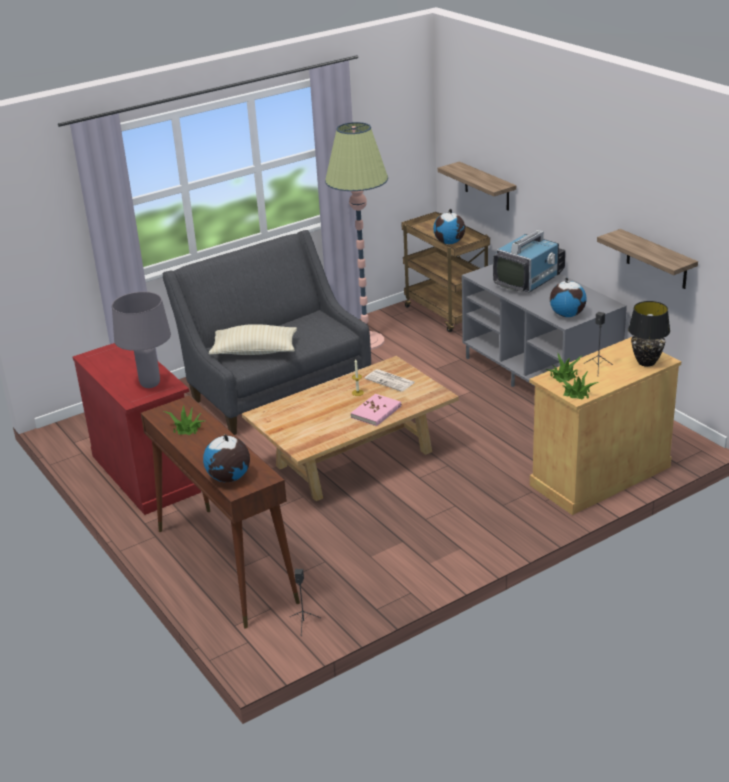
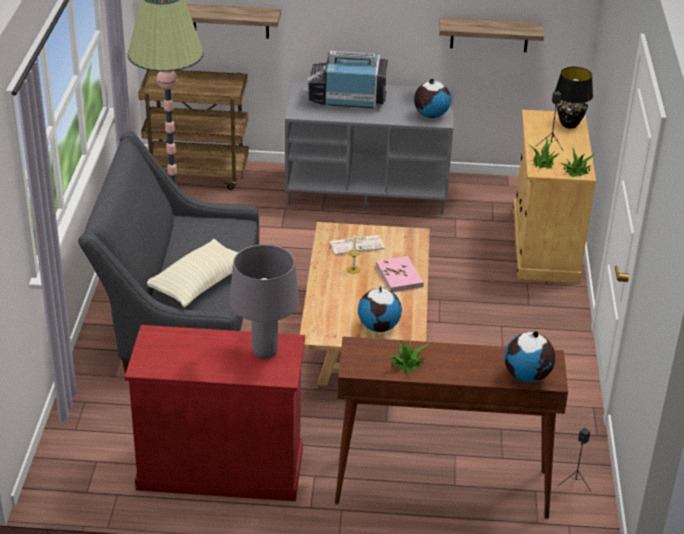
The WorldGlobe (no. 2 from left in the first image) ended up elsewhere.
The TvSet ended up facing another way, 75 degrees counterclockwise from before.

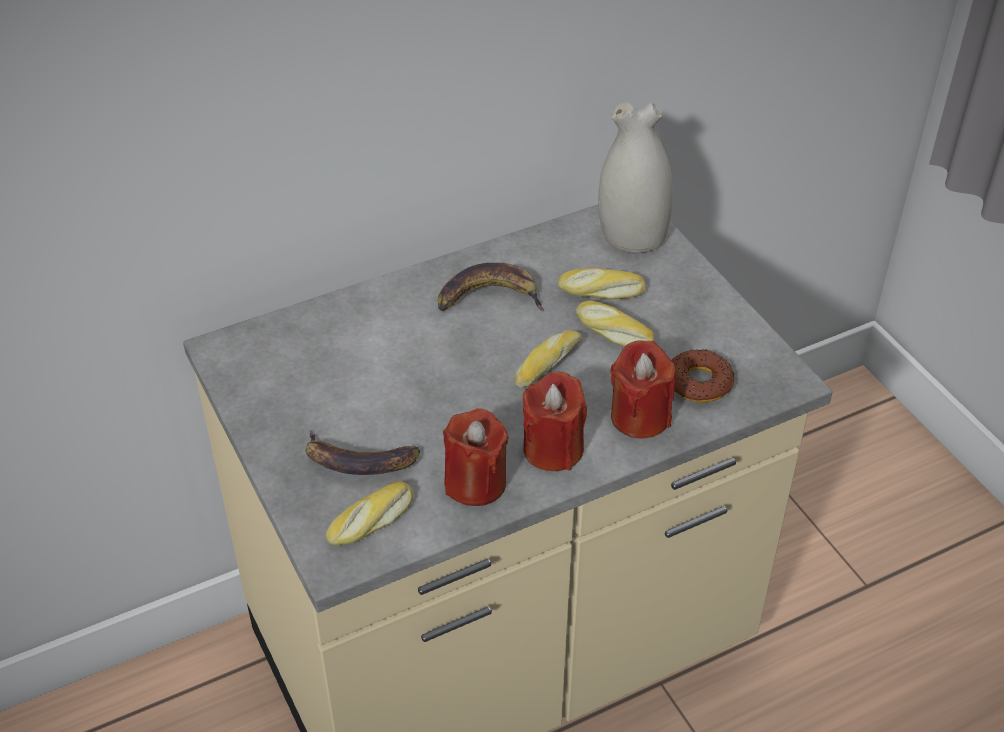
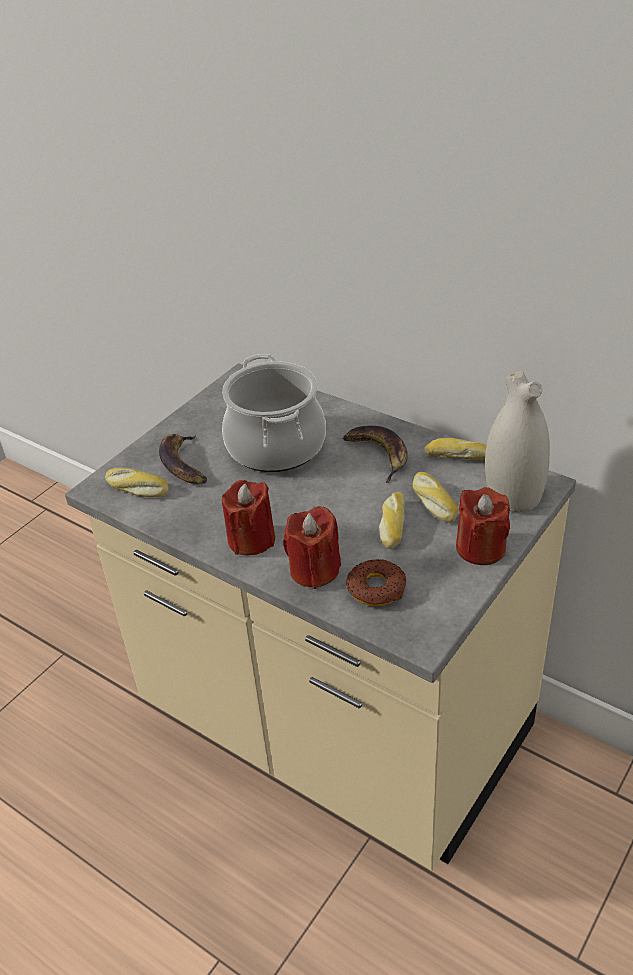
The BakedBread (no. 2 from left in the first image) ended up elsewhere.
The RedColouredCandle (no. 1 from left in the first image) ended up elsewhere.
The second view gained the Saucepot.

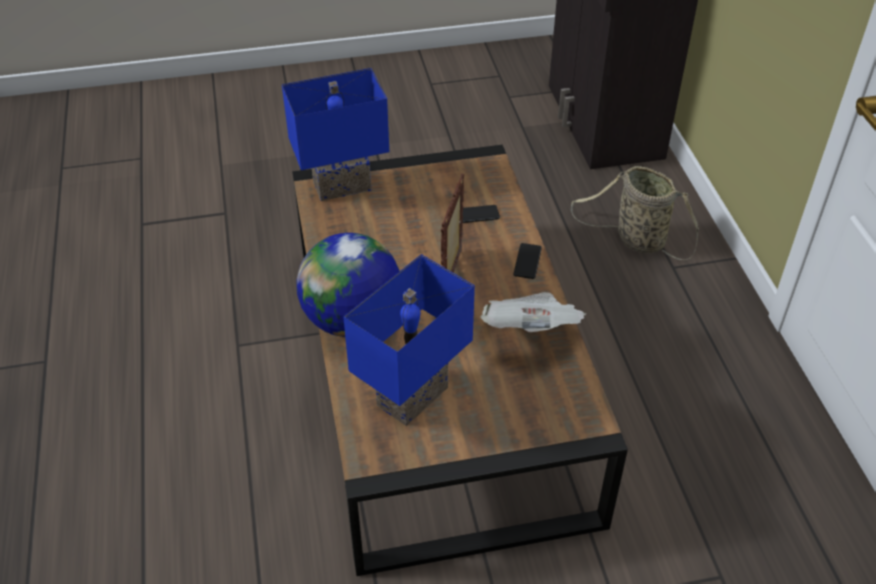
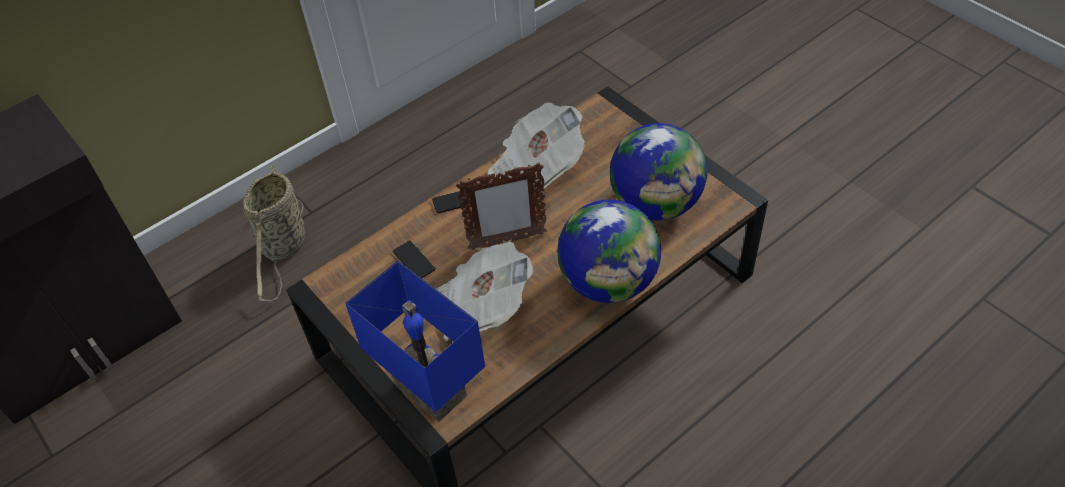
Where the BluishTableLamp (no. 2 from left) stood, the WorldGlobe (no. 2 from left) came to stand.
The second view gained the Newspaper (no. 1 from left).

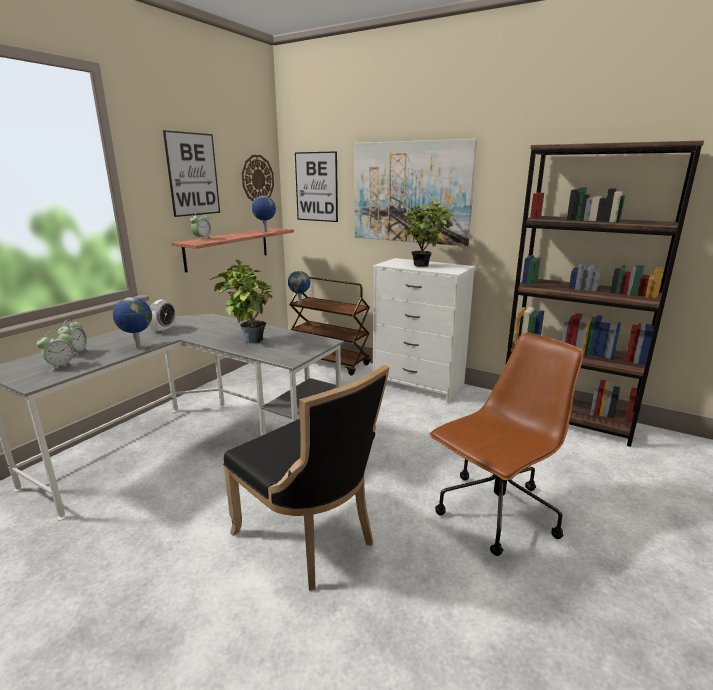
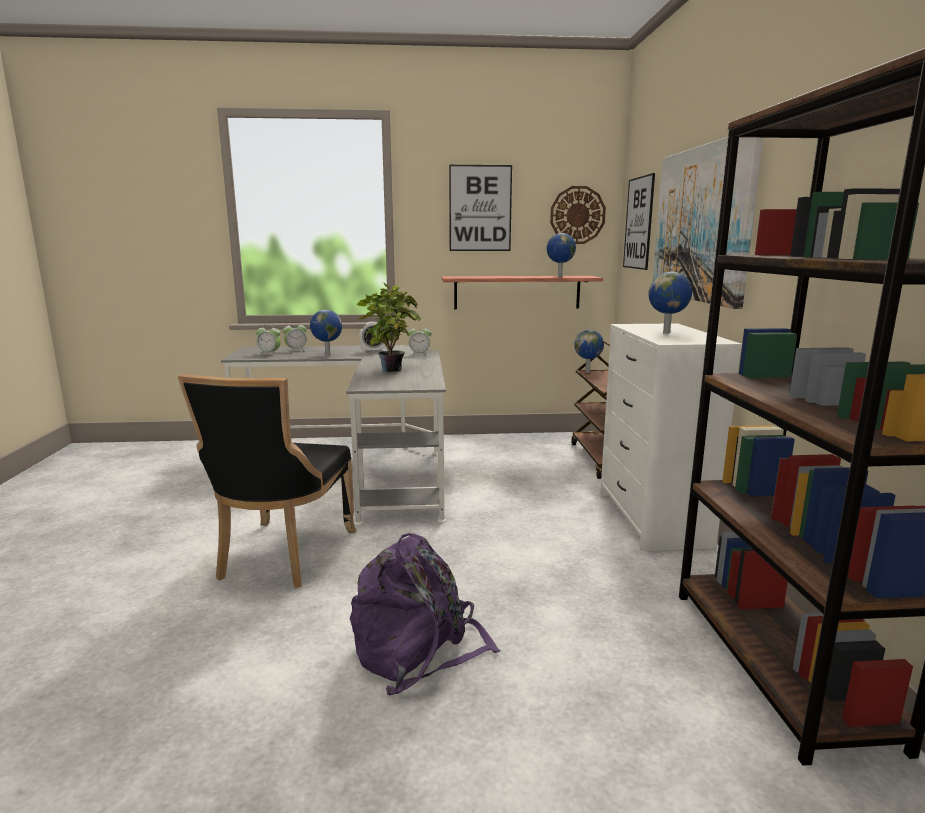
Where the PottedPlant (no. 2 from left) stood, the WorldGlobe (no. 4 from left) came to stand.
The AlarmClock (no. 4 from left) ended up elsewhere.
Where the BrownComputerChair stood, the PurplishBackpack came to stand.

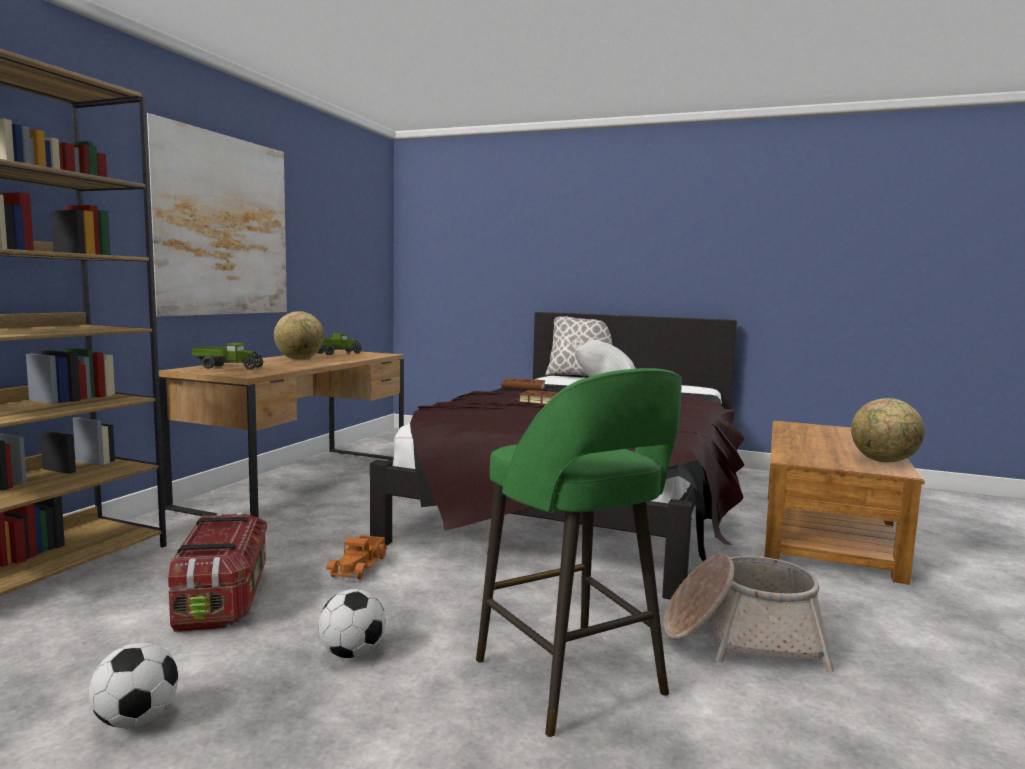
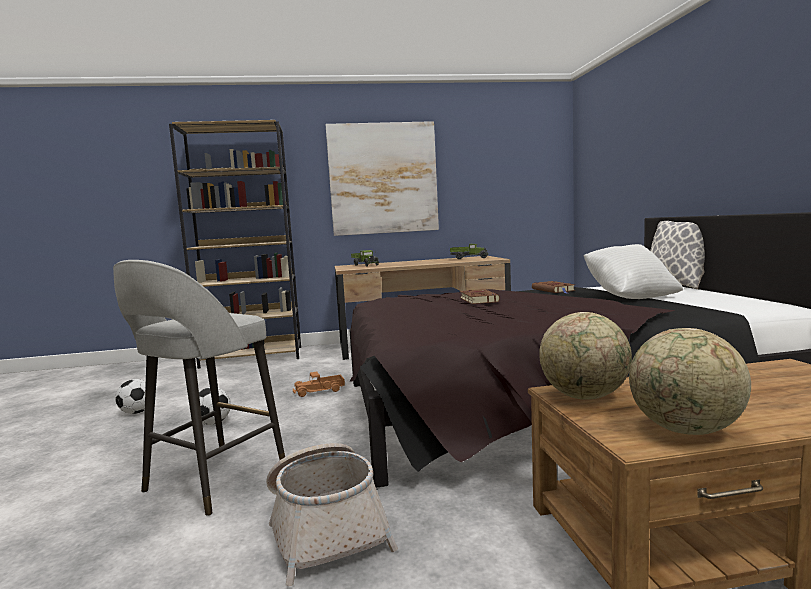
The WorldGlobe (no. 1 from left) ended up elsewhere.
What was the GreenStool turned into the GreyishStool.
The second view lost the StorageContainer.

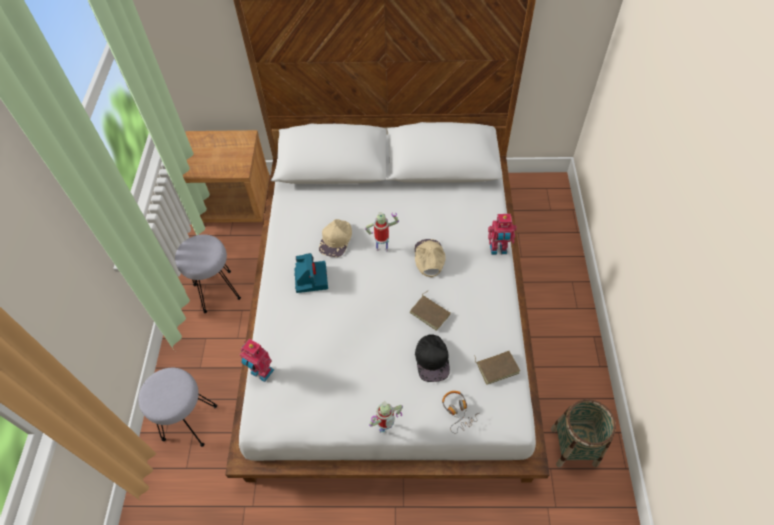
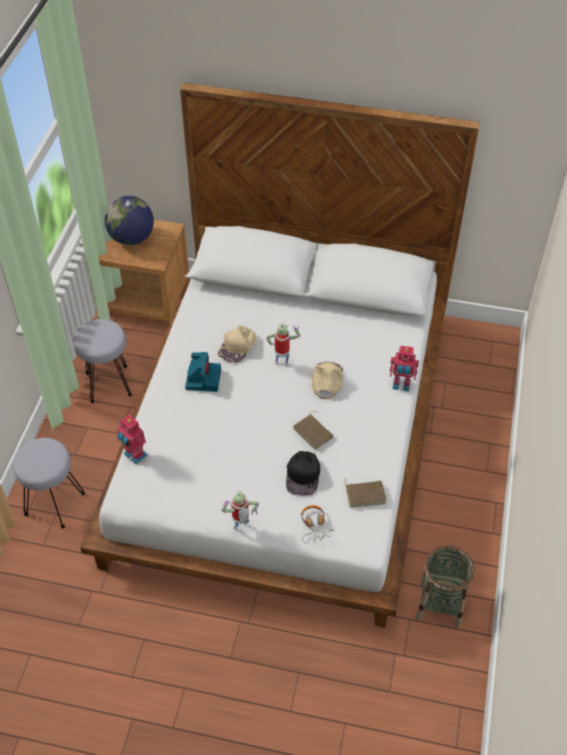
The second view gained the WorldGlobe.

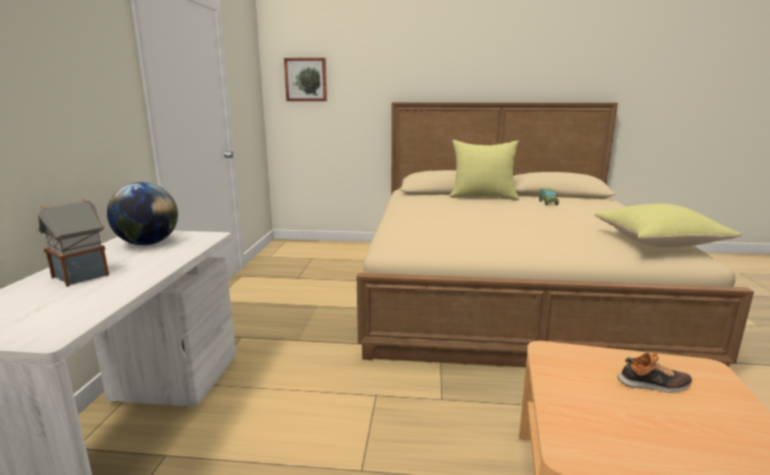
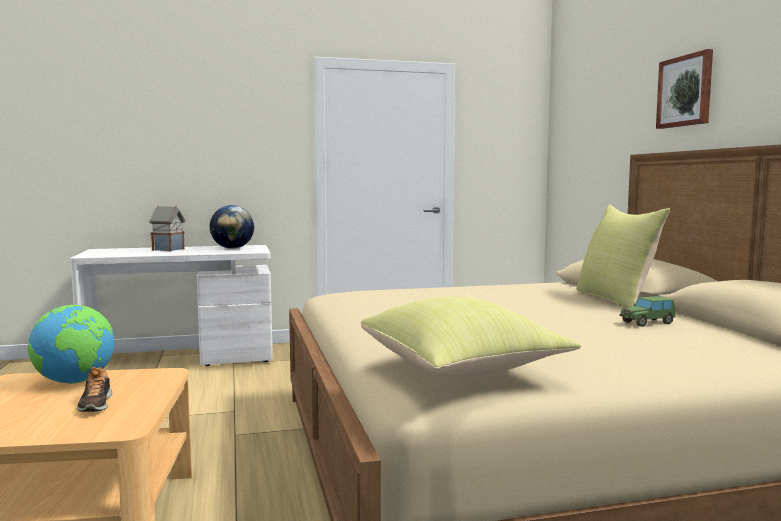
The WallArt ended up elsewhere.
The second view gained the WorldGlobe (no. 1 from left).

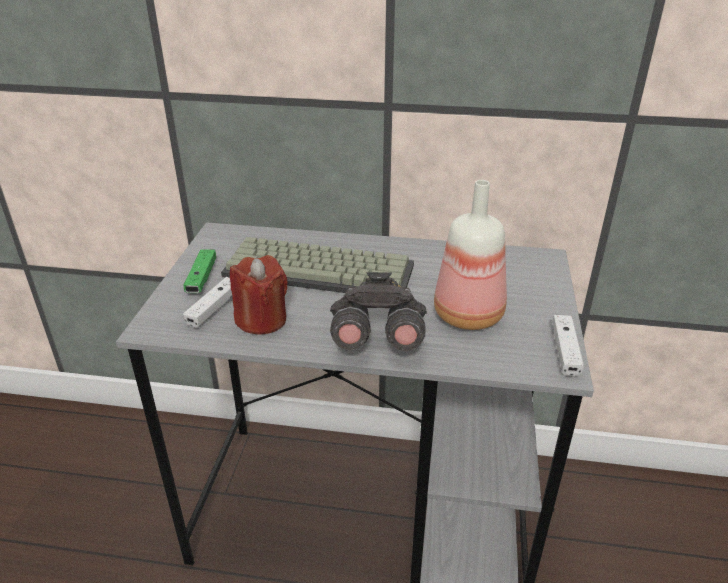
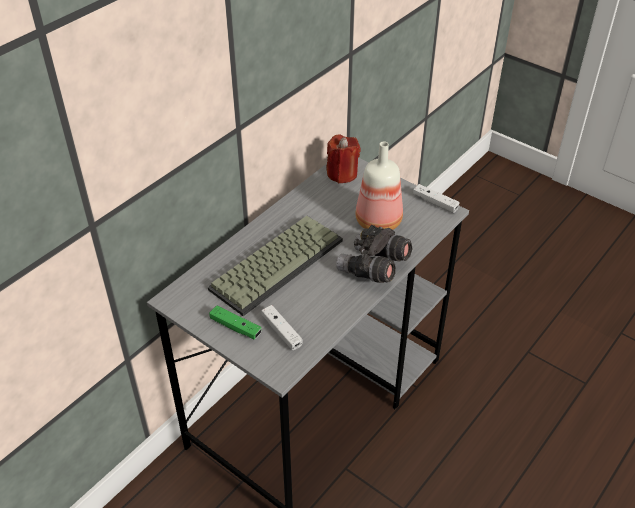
The RedColouredCandle ended up elsewhere.

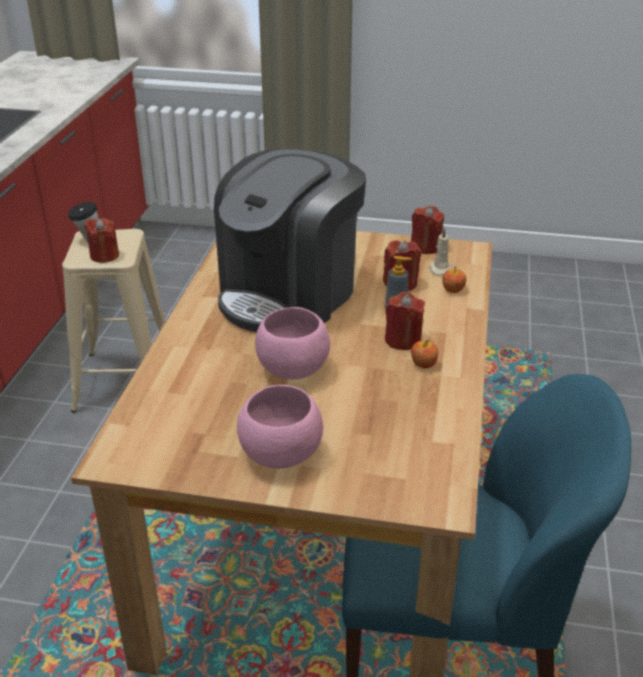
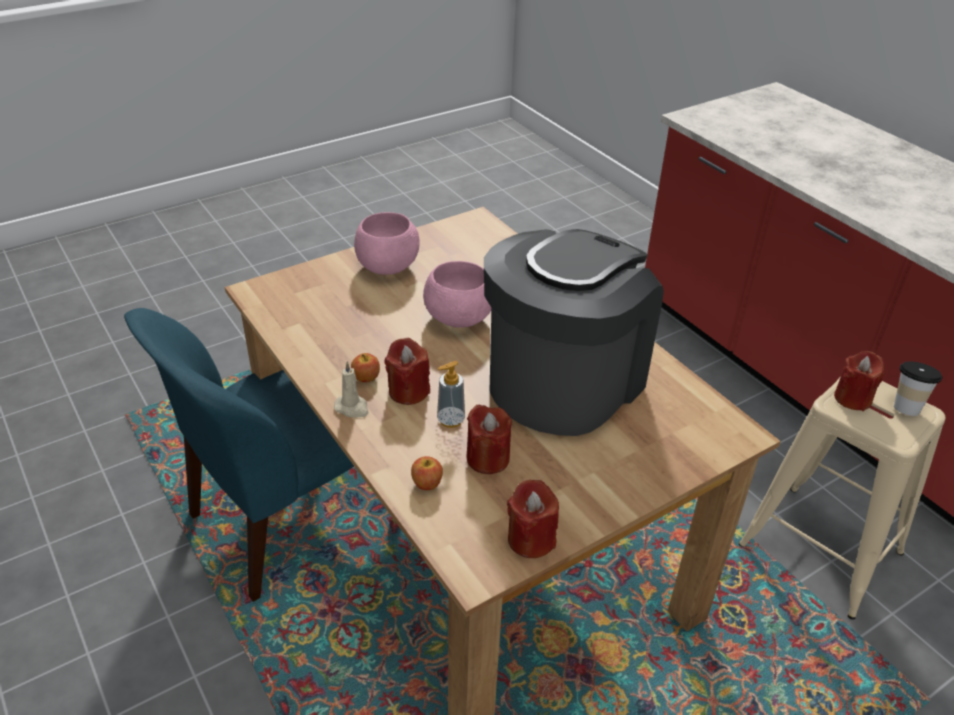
The CoffeeBrewer ended up facing another way, 45 degrees clockwise from before.
The BeigeColouredCandle ended up elsewhere.

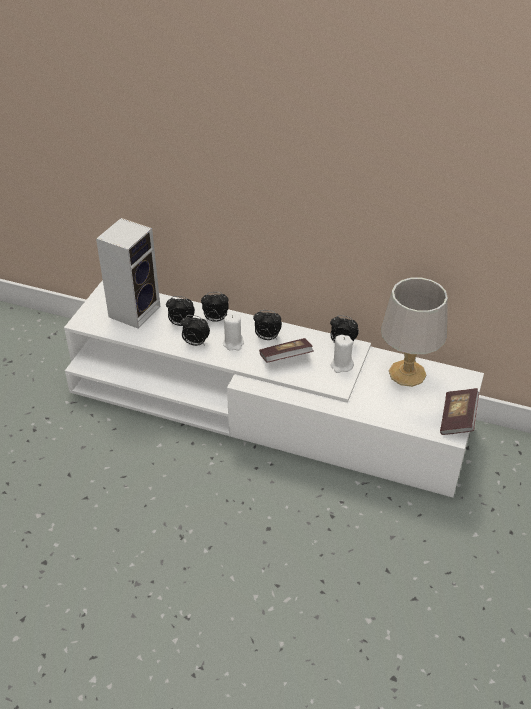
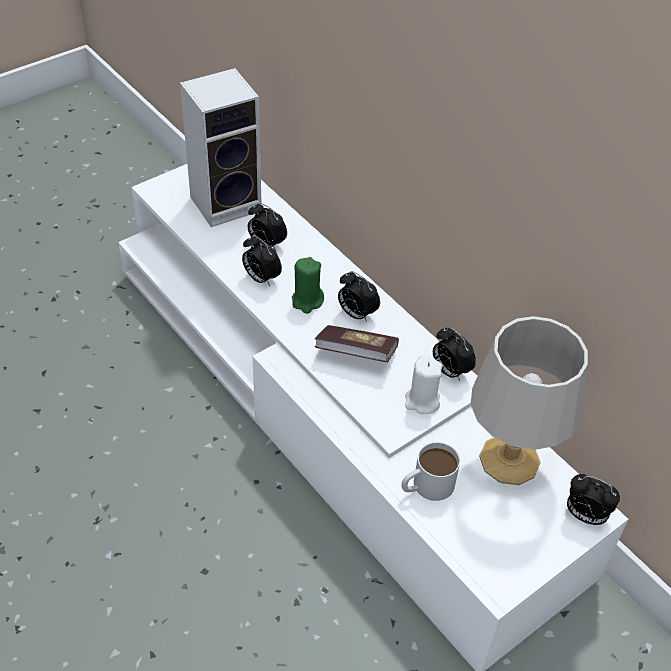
The AlarmClock (no. 3 from left in the first image) ended up elsewhere.
What was the WhiteColouredCandle (no. 1 from left) turned into the GreenCandle.
The second view lost the BoundBook (no. 2 from left).
The second view gained the WhiteColouredTeaMug.

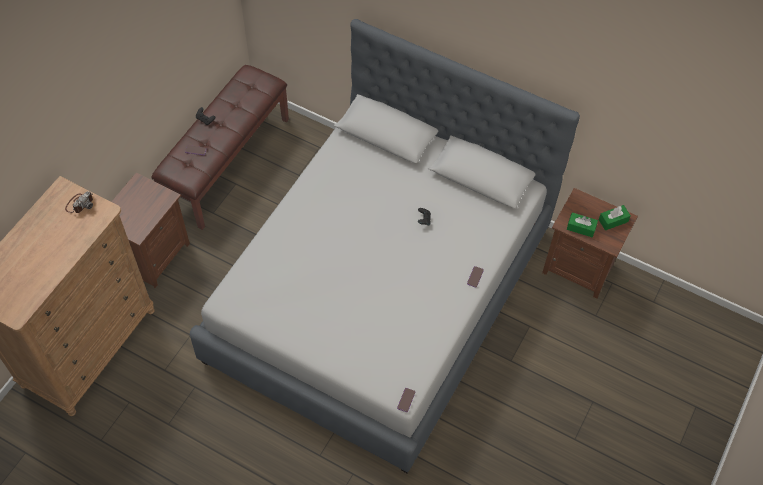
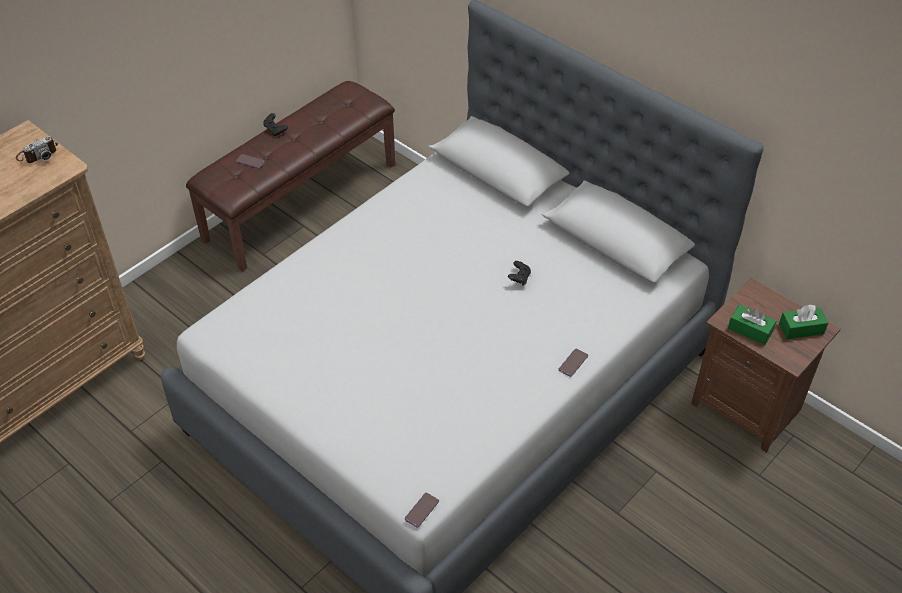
The second view lost the BrownNightstand (no. 1 from left).

